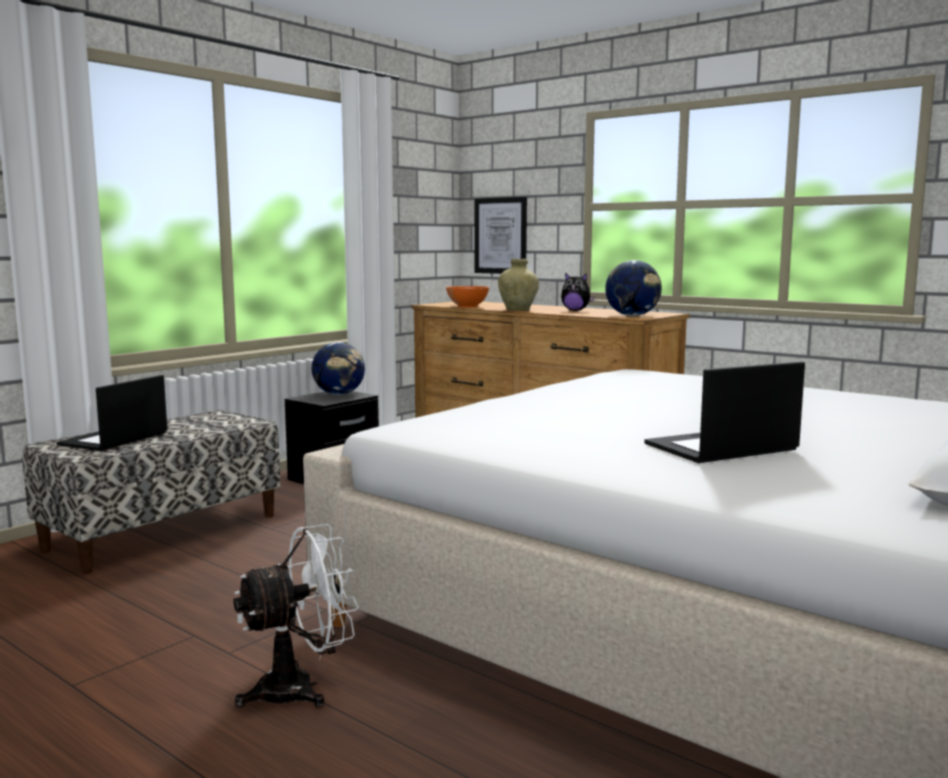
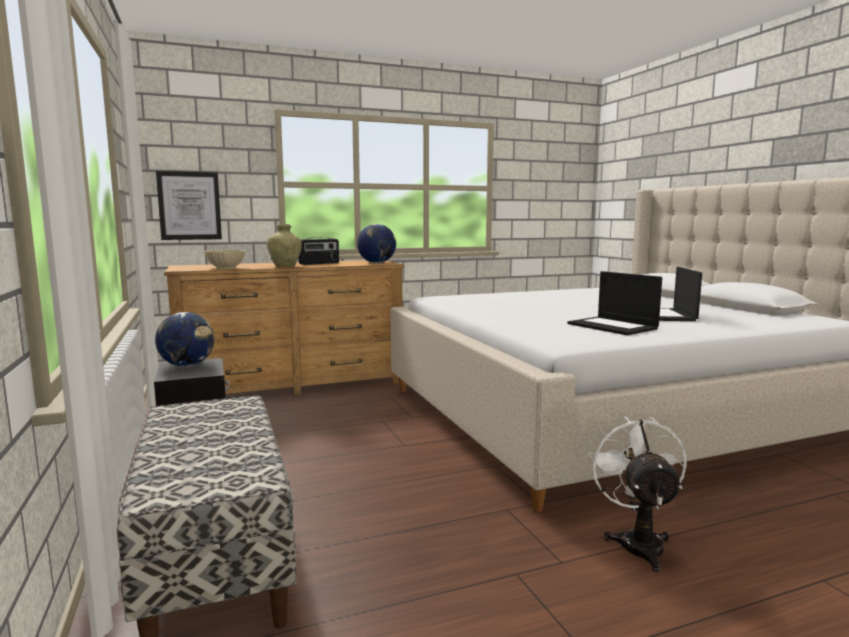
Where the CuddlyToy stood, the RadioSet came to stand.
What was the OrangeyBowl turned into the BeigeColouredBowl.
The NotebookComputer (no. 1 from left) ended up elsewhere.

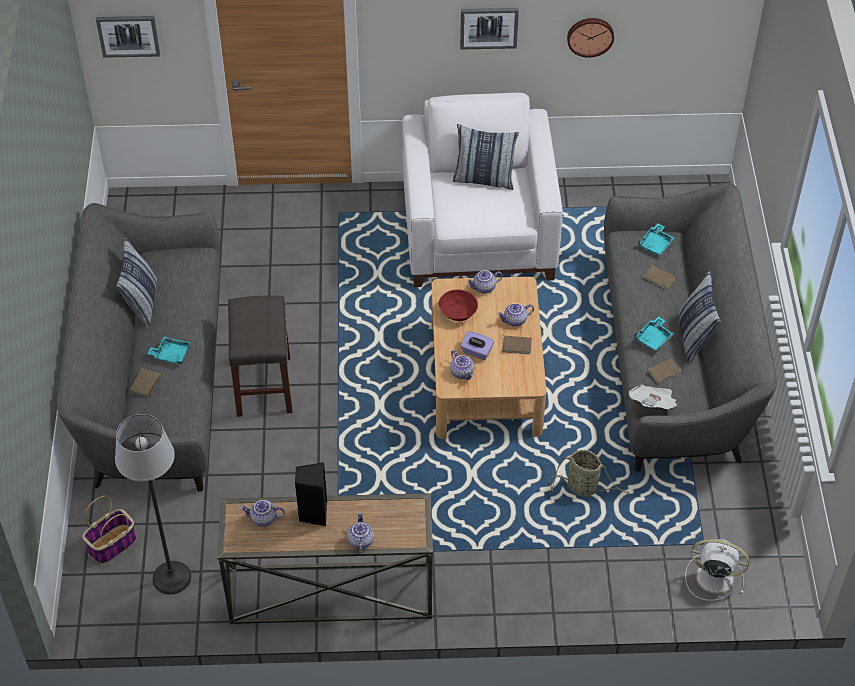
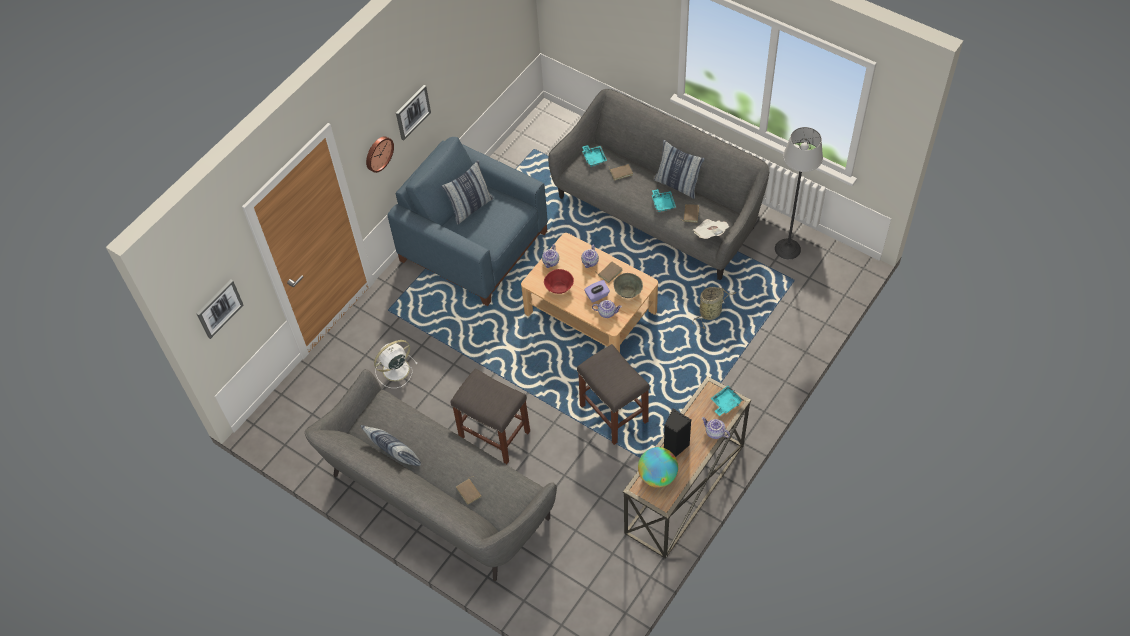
The HangingClock ended up elsewhere.
What was the WhiteColouredEasyChair turned into the BluishEasyChair.
The BlueGreenServingTray (no. 1 from left in the first image) ended up elsewhere.
The FloorLamp ended up elsewhere.
The second view lost the Basket (no. 1 from left).
Where the TeaPot (no. 1 from left) stood, the WorldGlobe came to stand.
The WhiteColouredFan ended up elsewhere.
The second view gained the GreyishBowl.
The second view gained the GreyishStool (no. 2 from left).

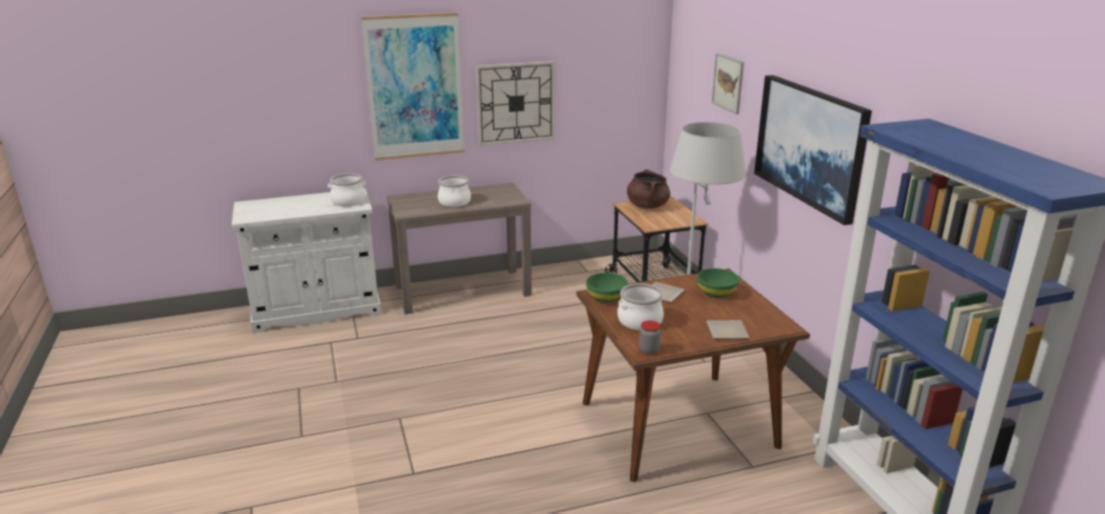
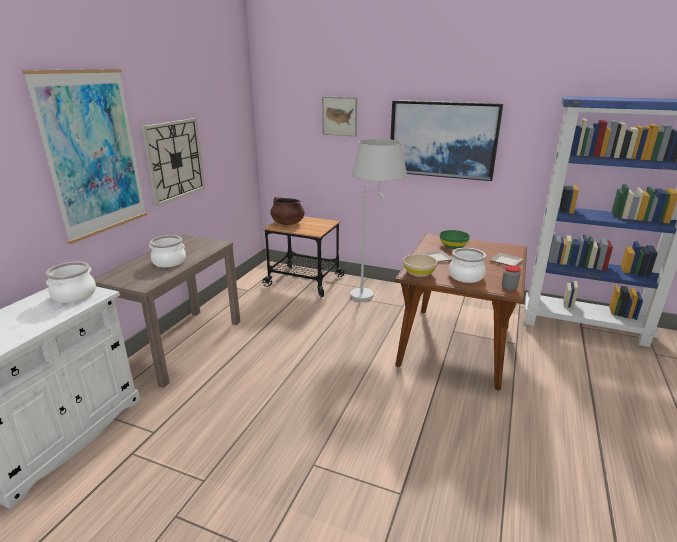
What was the GreenBowl (no. 1 from left) turned into the BeigeColouredBowl.

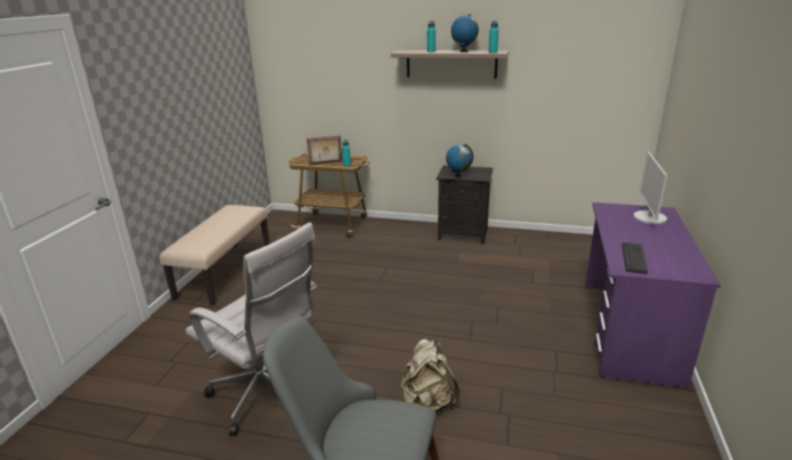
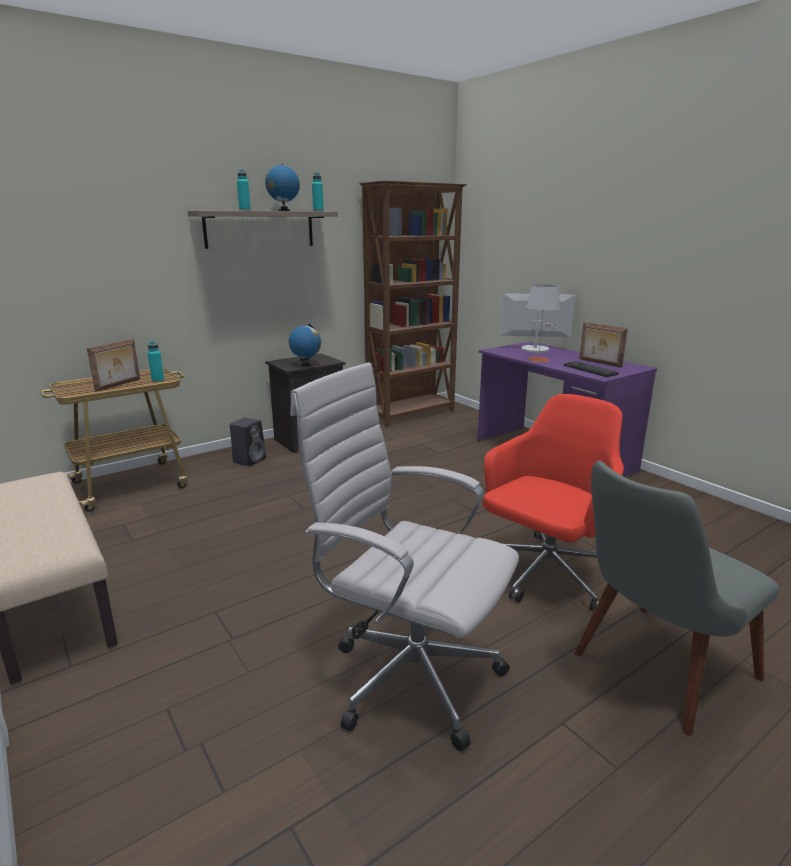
The ComputerDisplay ended up facing another way, 135 degrees clockwise from before.
The WhiteColouredComputerChair ended up facing another way, 135 degrees counterclockwise from before.
Where the BeigeColouredBackpack stood, the RedColouredComputerChair came to stand.
The second view gained the BrownBookshelf.
The second view gained the GreyishTableLamp.
The second view gained the StandingFrame (no. 2 from left).
The second view gained the BlackishLoudspeaker.

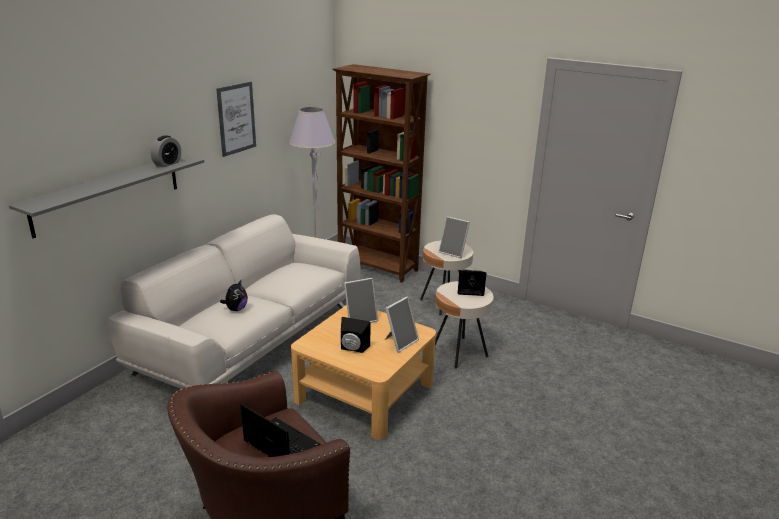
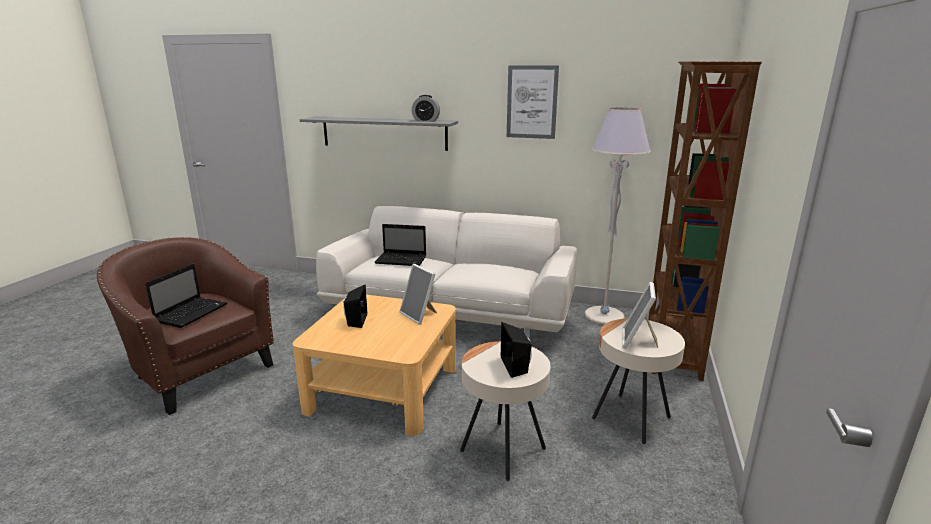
Where the CuddlyToy stood, the NotebookComputer (no. 2 from left) came to stand.
The second view lost the StandingFrame (no. 2 from left).

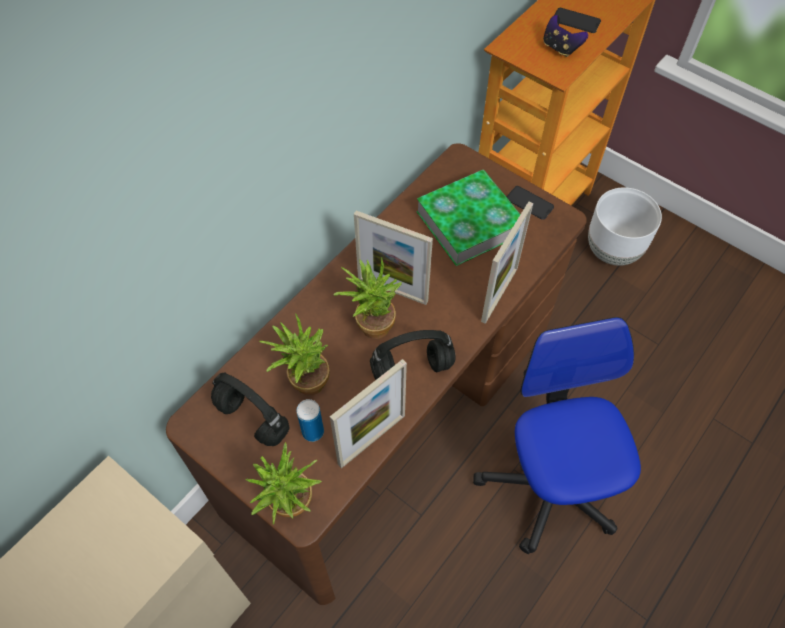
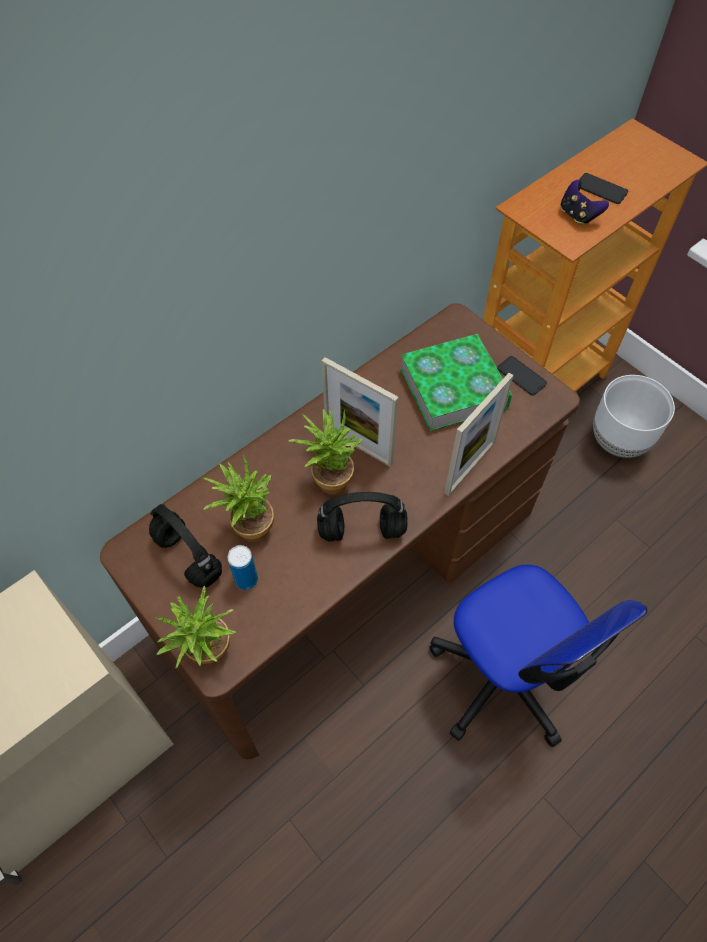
The ComputerChair ended up facing another way, 150 degrees clockwise from before.
The second view lost the StandingFrame (no. 1 from left).

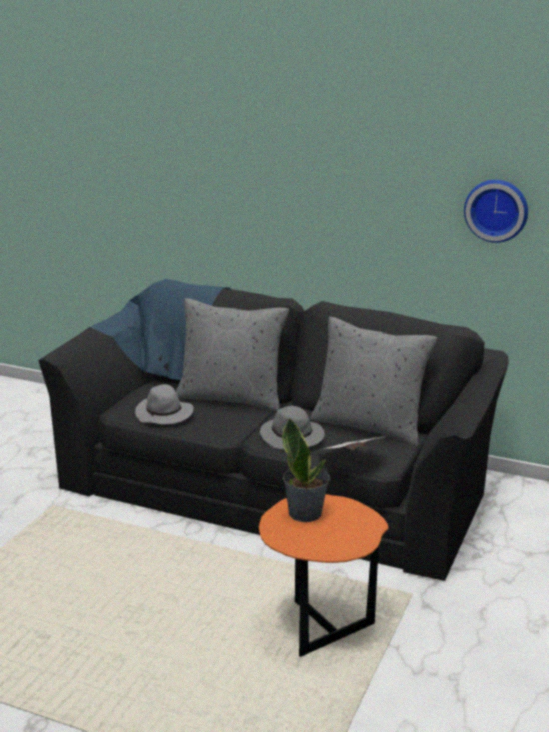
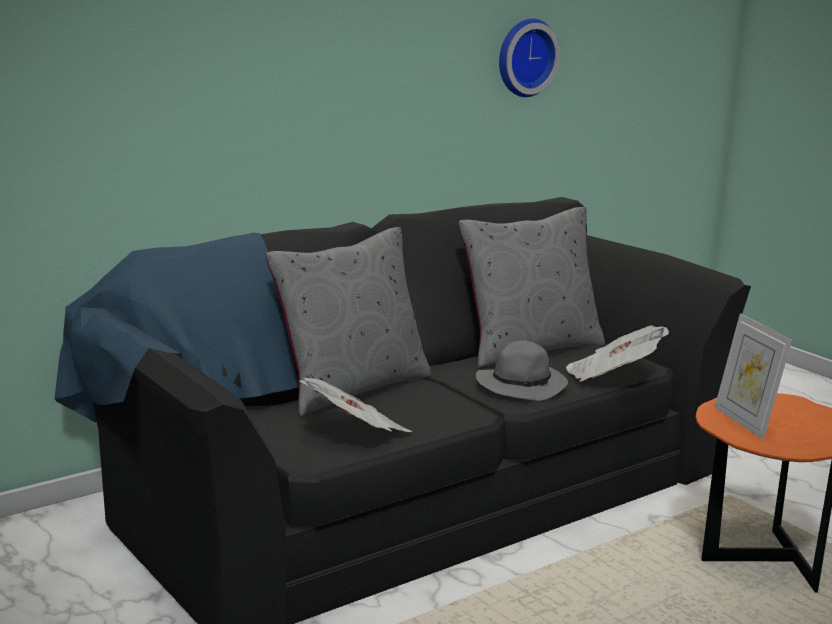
Where the GreyishHat (no. 1 from left) stood, the Newspaper (no. 1 from left) came to stand.
Where the PottedPlant stood, the StandingFrame came to stand.

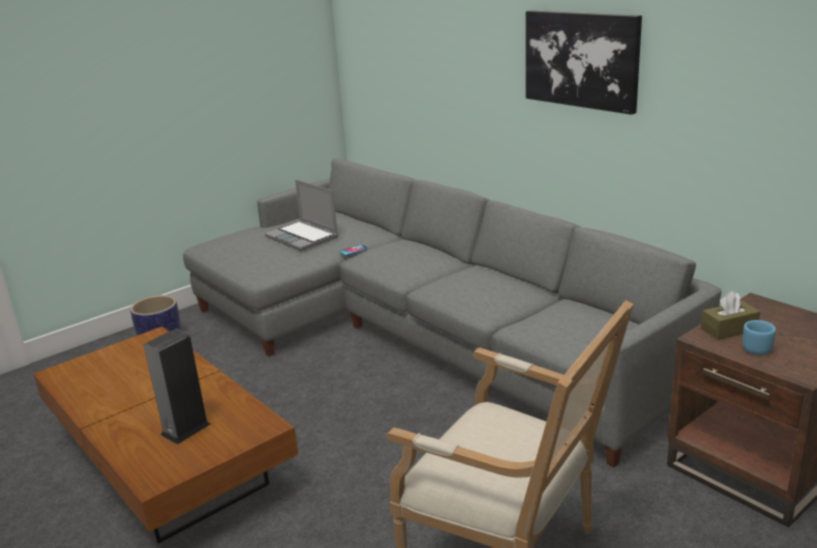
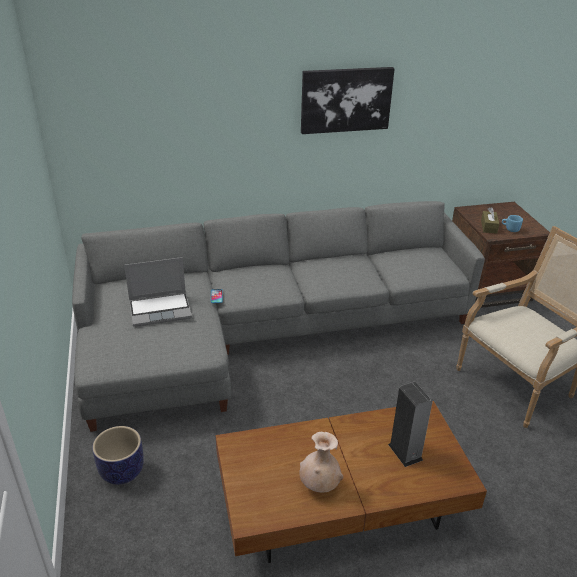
The second view gained the BeigeColouredVase.

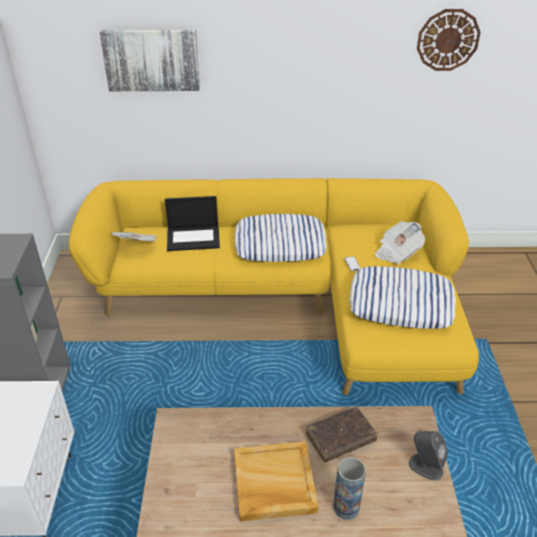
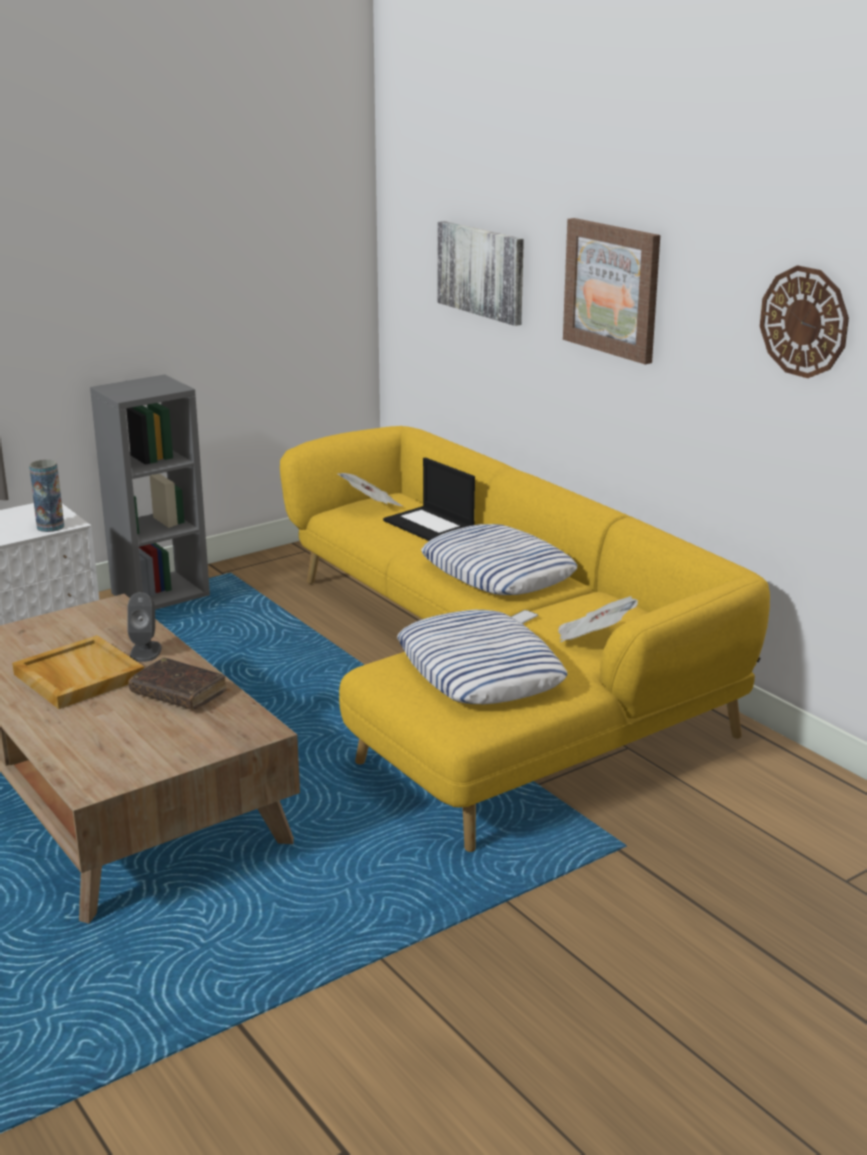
The GreyishLoudspeaker ended up elsewhere.
The Vase ended up elsewhere.
The second view gained the WallArt (no. 2 from left).

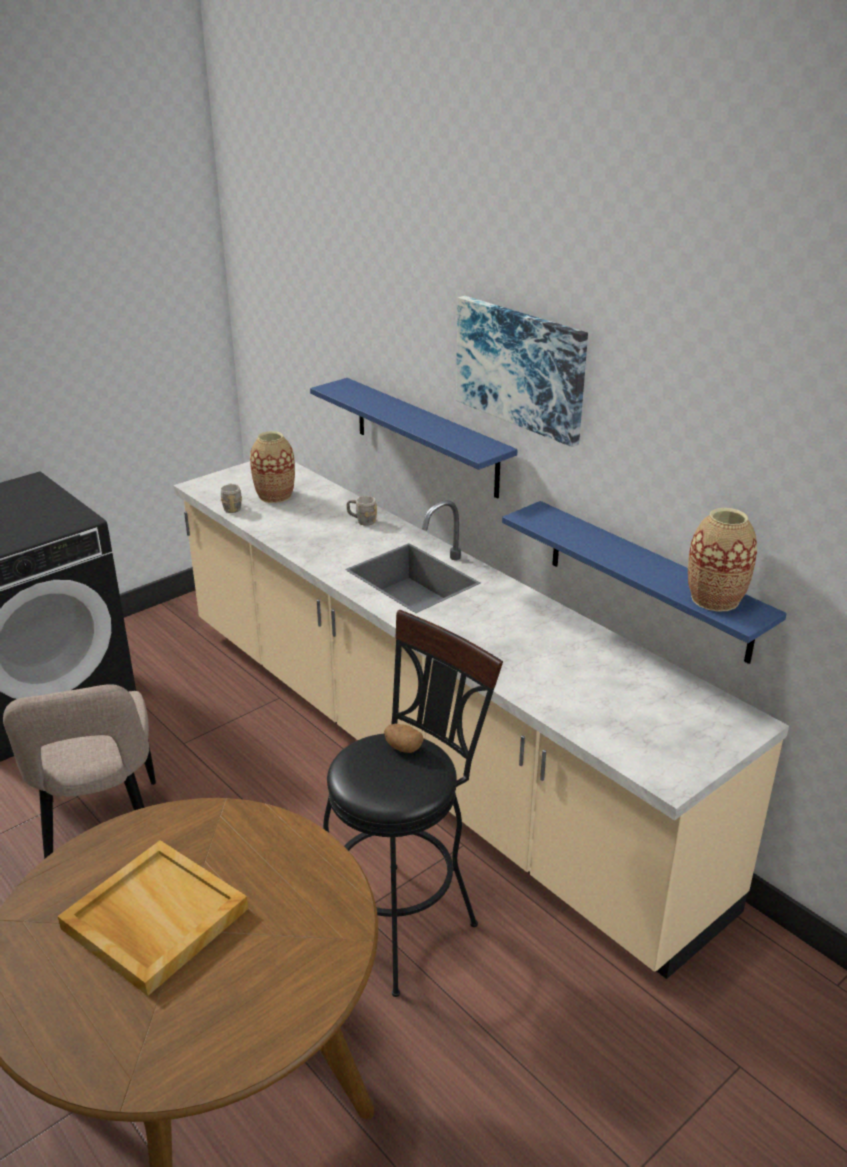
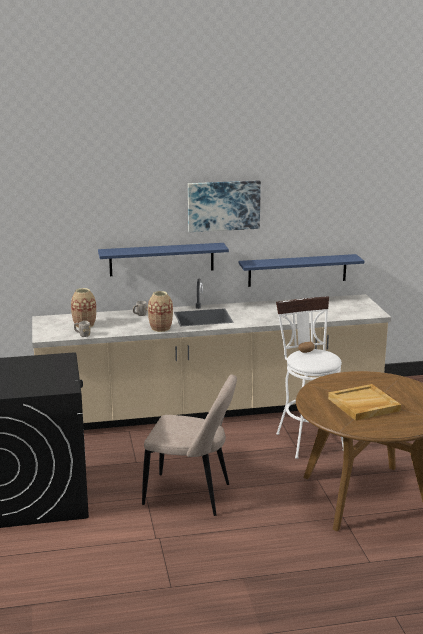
The Vase (no. 2 from left) ended up elsewhere.
What was the BlackishStool turned into the WhiteColouredStool.

